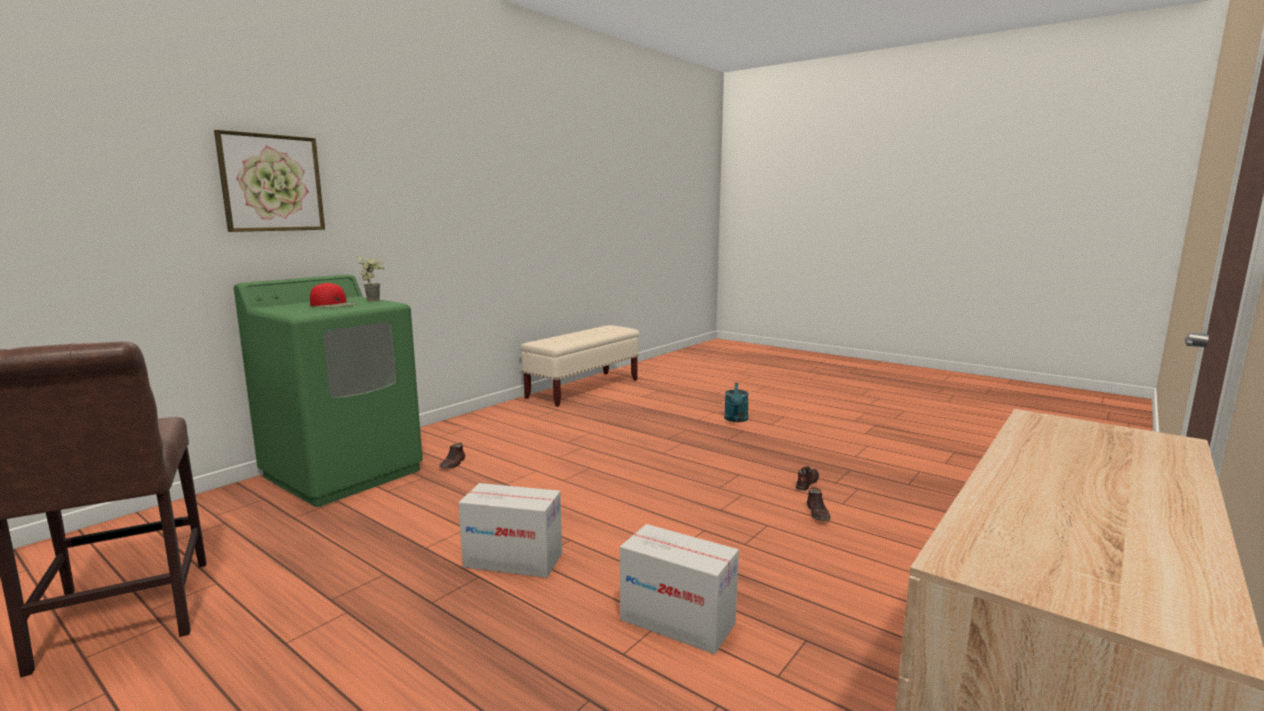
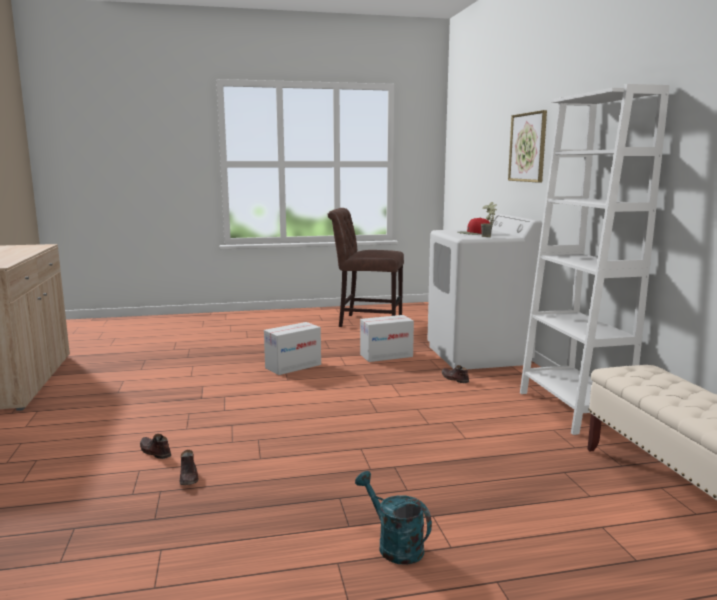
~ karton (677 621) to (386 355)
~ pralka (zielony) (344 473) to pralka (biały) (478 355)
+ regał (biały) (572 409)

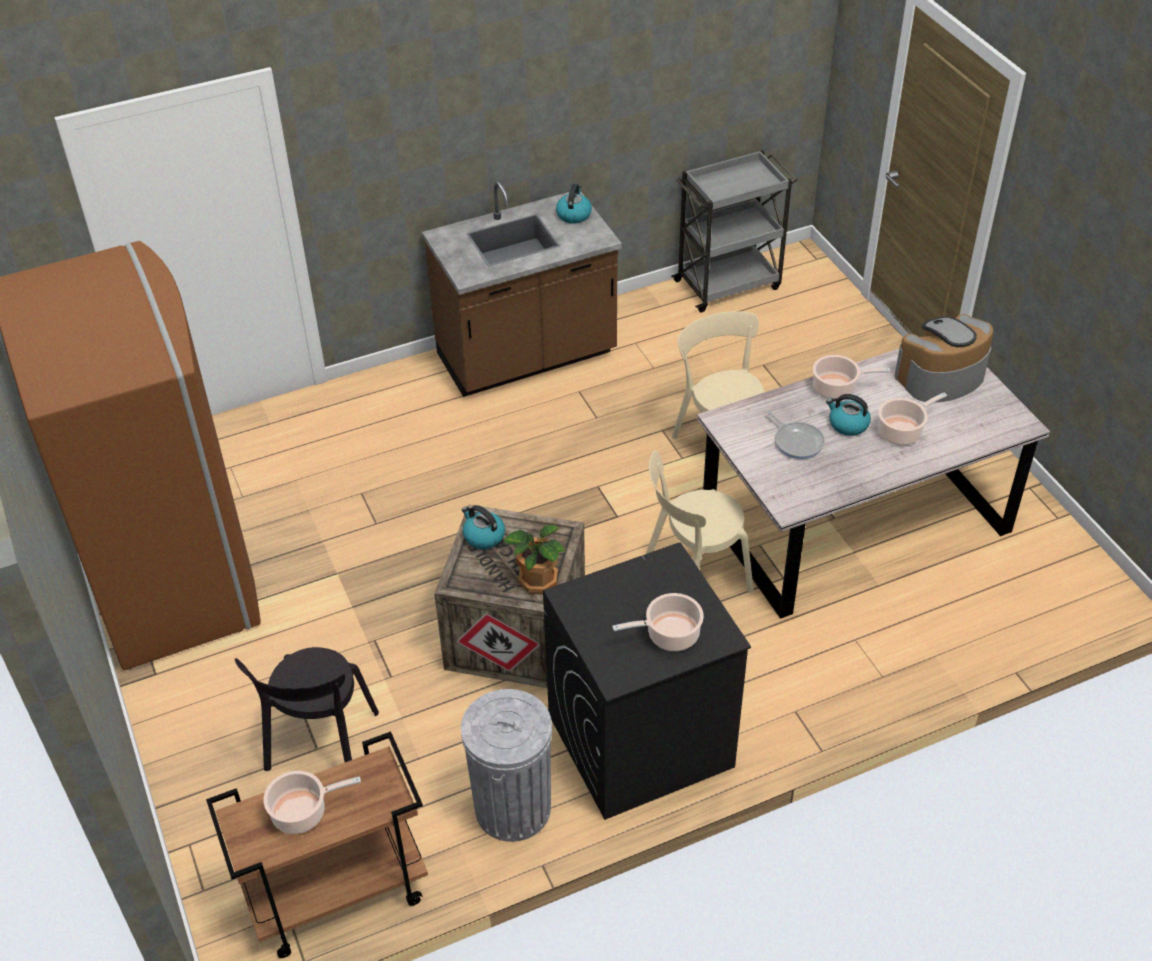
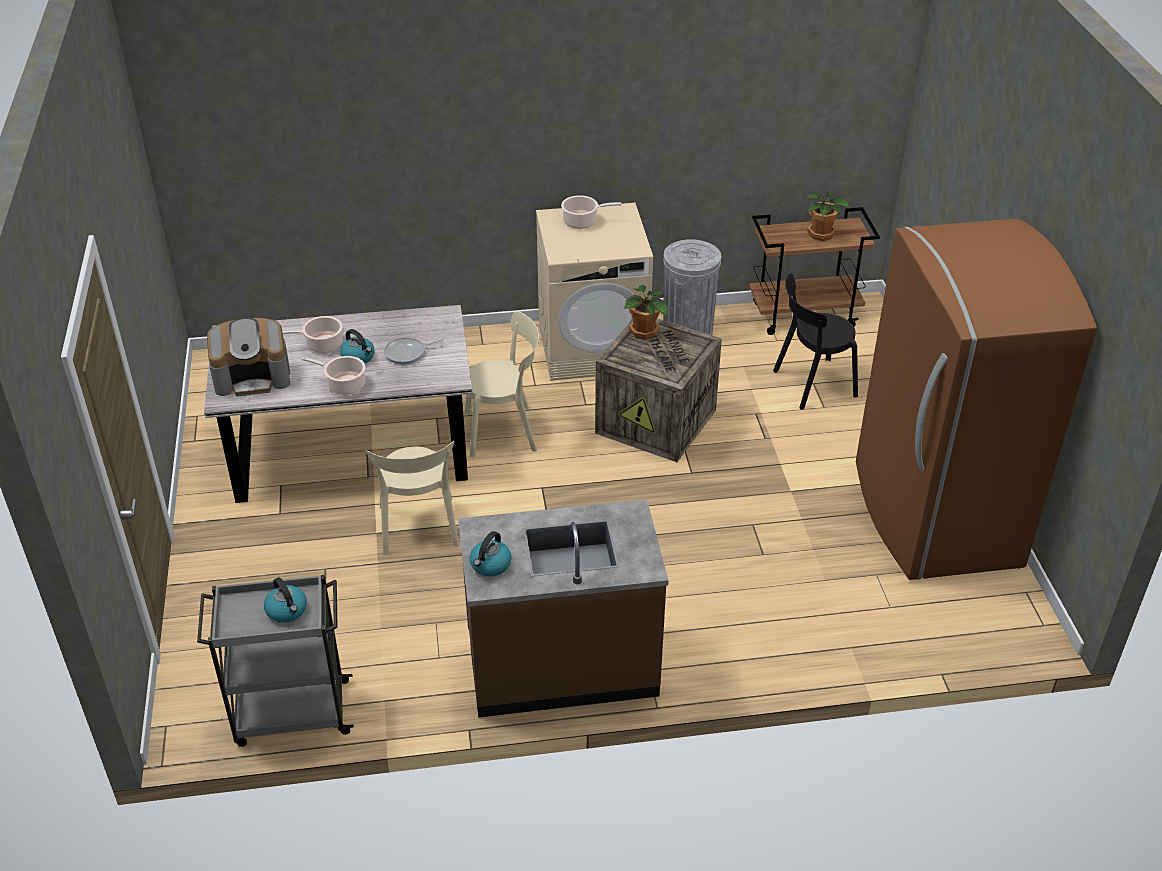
~ czajnik (483 536) to (287 610)
~ patelnia (797 441) = (407 353) 90 degrees counterclockwise
~ pralka (czarny) (639 741) to pralka (beżowy) (593 348)
~ krzesło (czarny) (320 745) = (811 384) 135 degrees counterclockwise
~ garnek (303 812) to roślina doniczkowa (822 234)

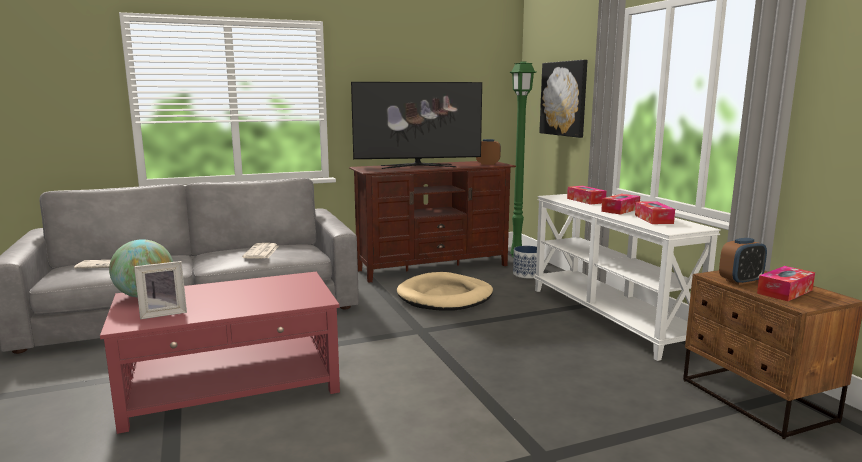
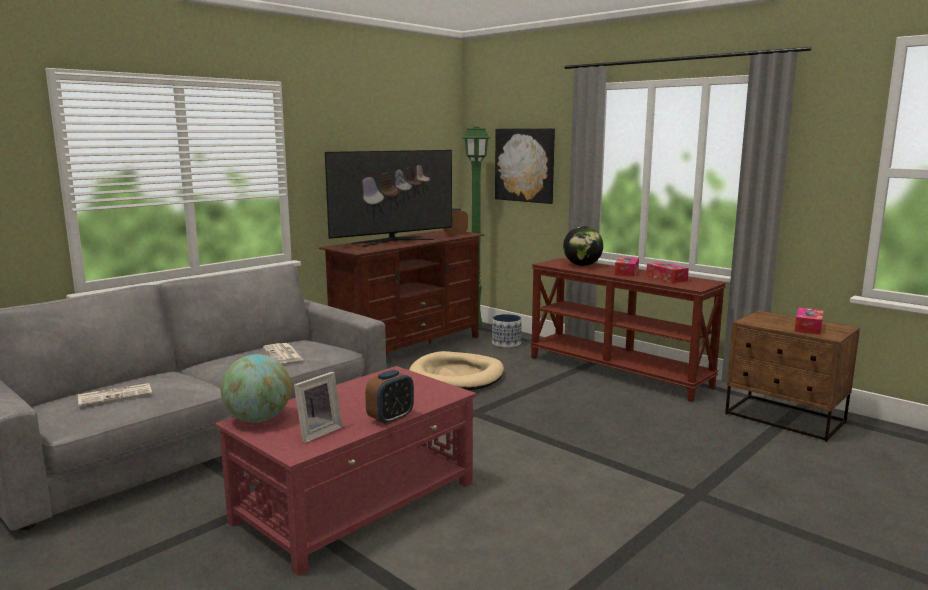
~ budzik (740 281) to (390 418)
~ stolik konsolowy (biały) (610 317) to stolik konsolowy (brązowy) (618 371)
~ pudełko chusteczek (586 200) to globus (582 265)

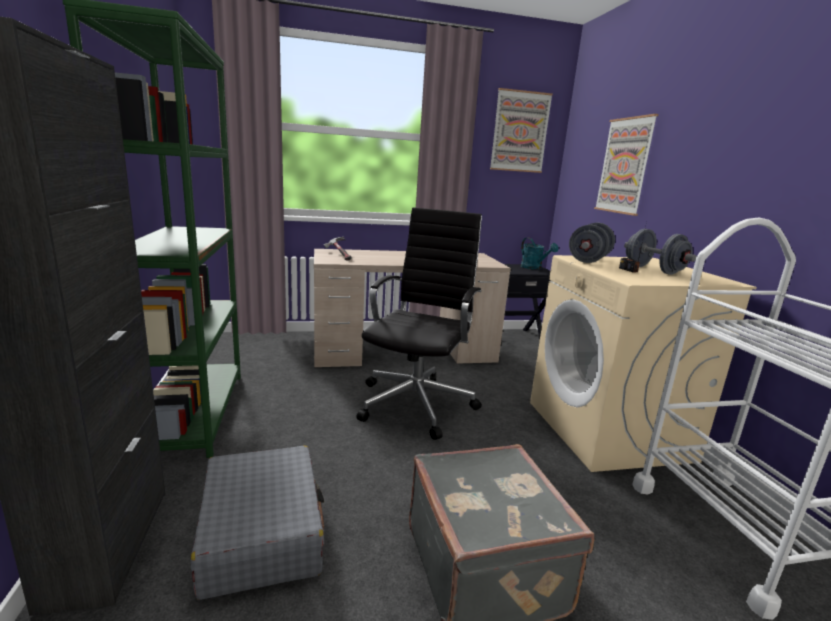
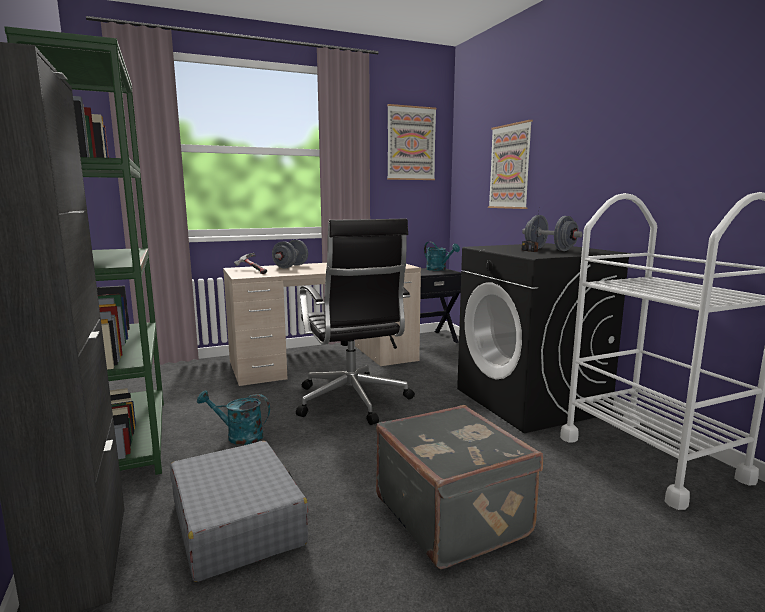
+ konewka (turkusowy) (238 436)
~ hantel (szary) (589 260) to (290 266)
~ krzesło biurowe (czarny) (417 402) = (352 402) 150 degrees clockwise
~ pralka (beżowy) (608 430) to pralka (czarny) (531 401)

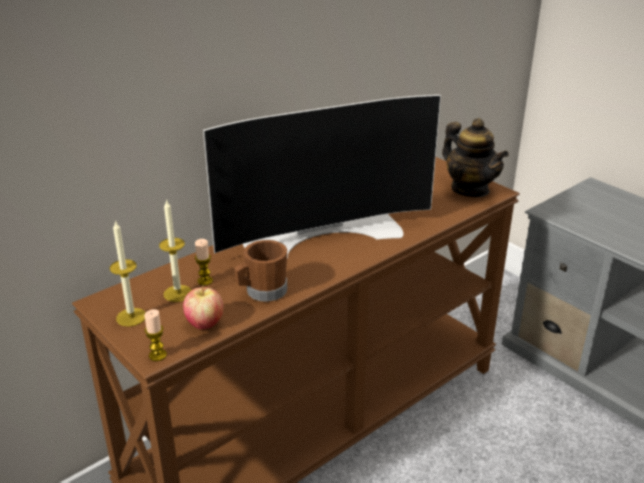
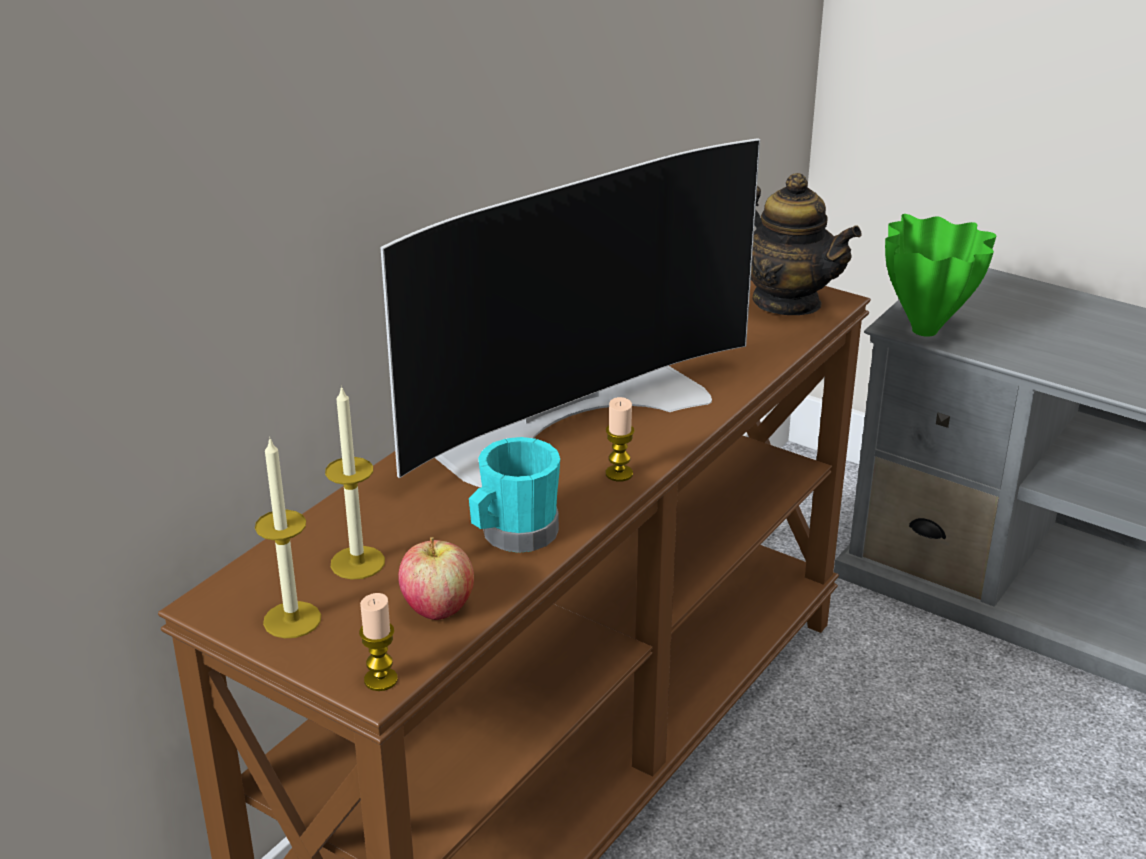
~ kubek (brązowy) (262 292) to kubek (turkusowy) (513 535)
~ świeca (205 281) to (619 474)
+ wazon (zielony) (926 331)

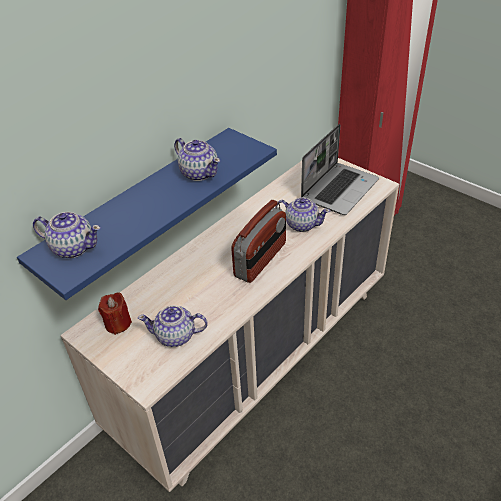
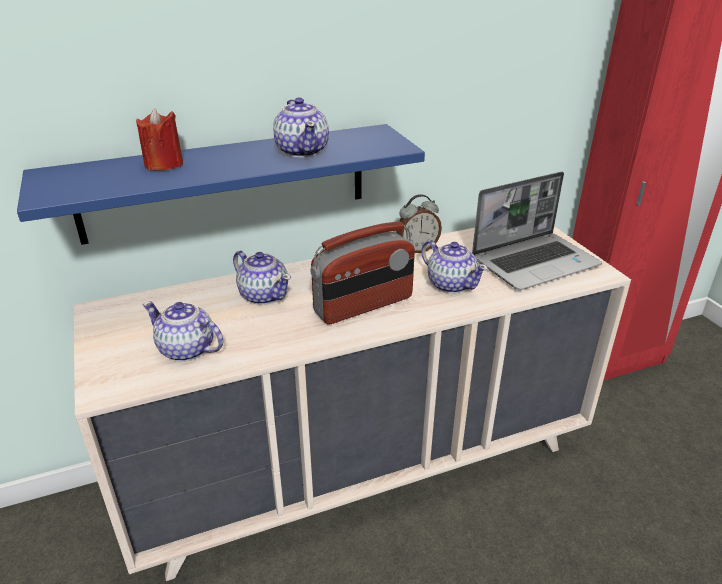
~ świeca (czerwony) (118 323) to (164 164)
~ imbryk (73 247) to (264 295)
+ budzik (417 249)

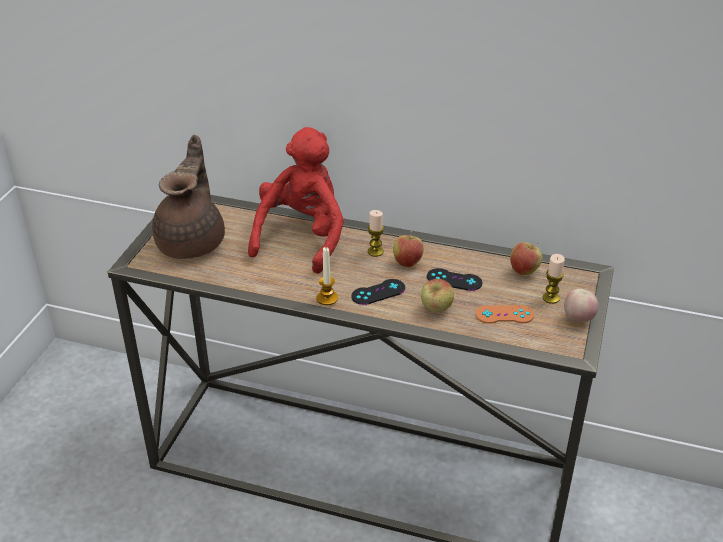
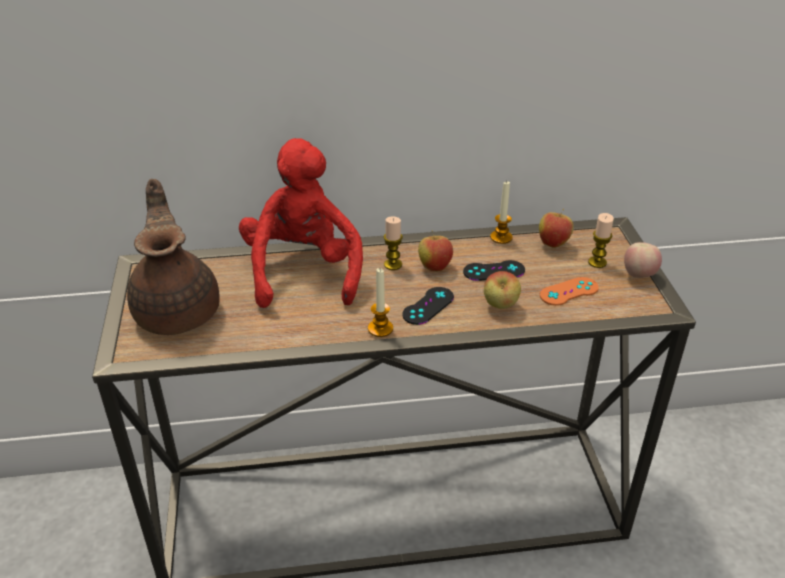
+ świeca (501 237)

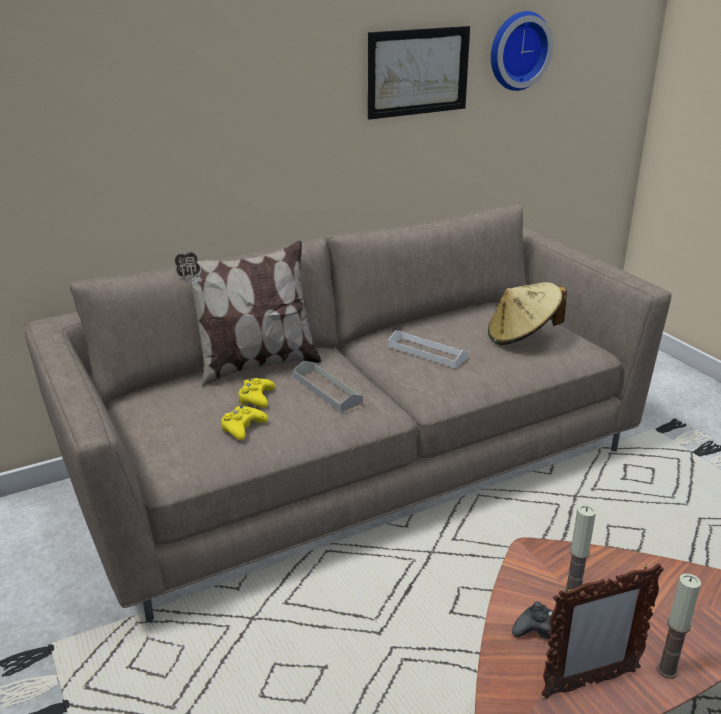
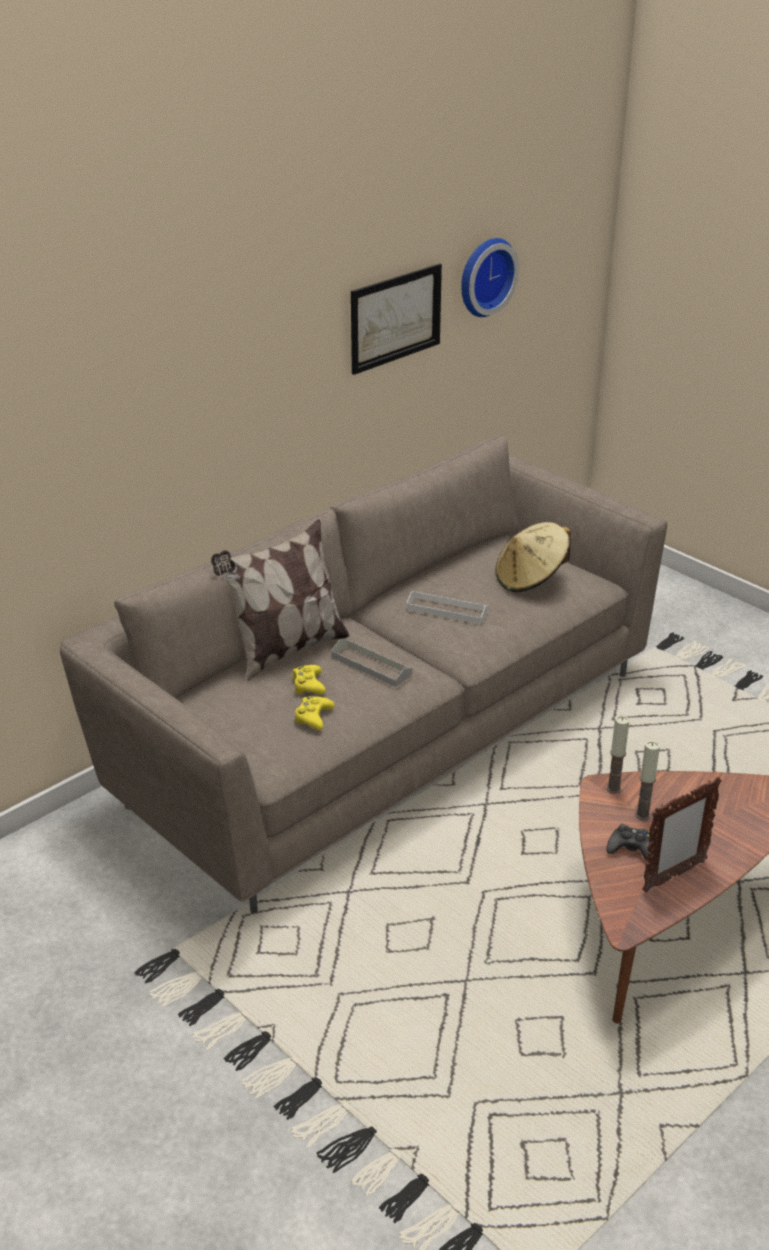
~ świeca (667 670) to (613 788)

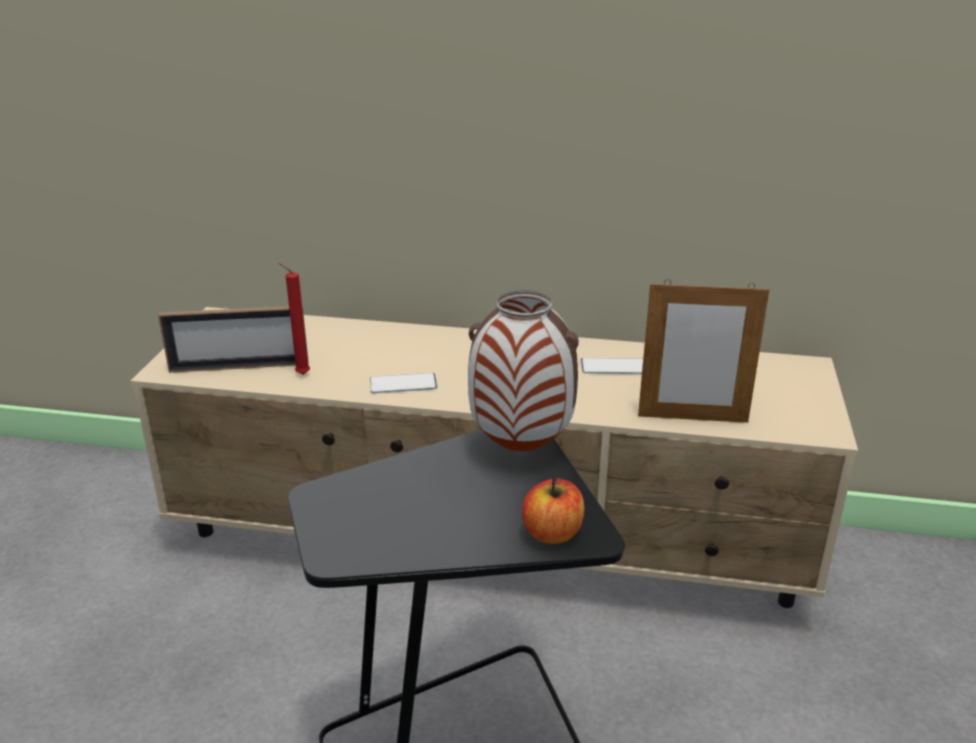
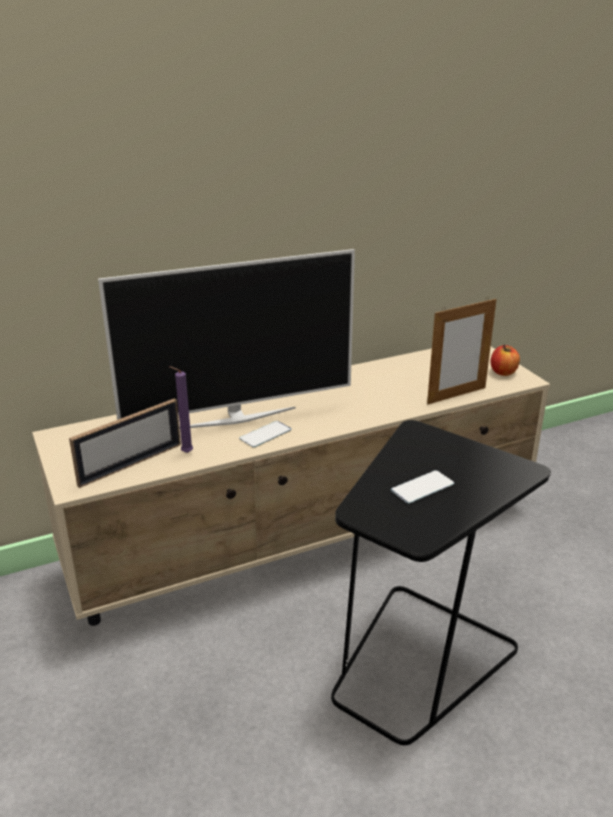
+ telewizor (237 417)
~ świeca (czerwony) (300 374) to świeca (fioletowy) (185 453)
~ telefon (613 366) to (422 487)
~ jabłko (552 533) to (503 372)
- wazon (522 448)

